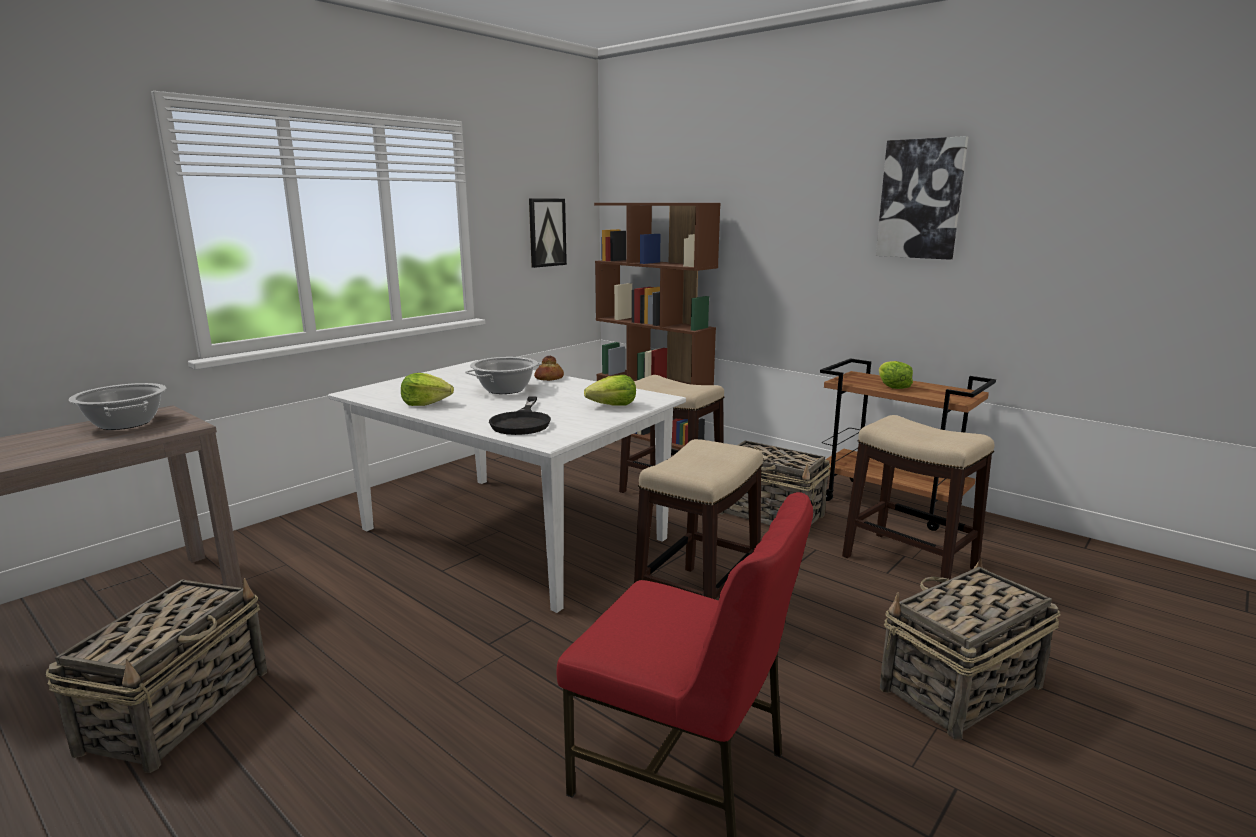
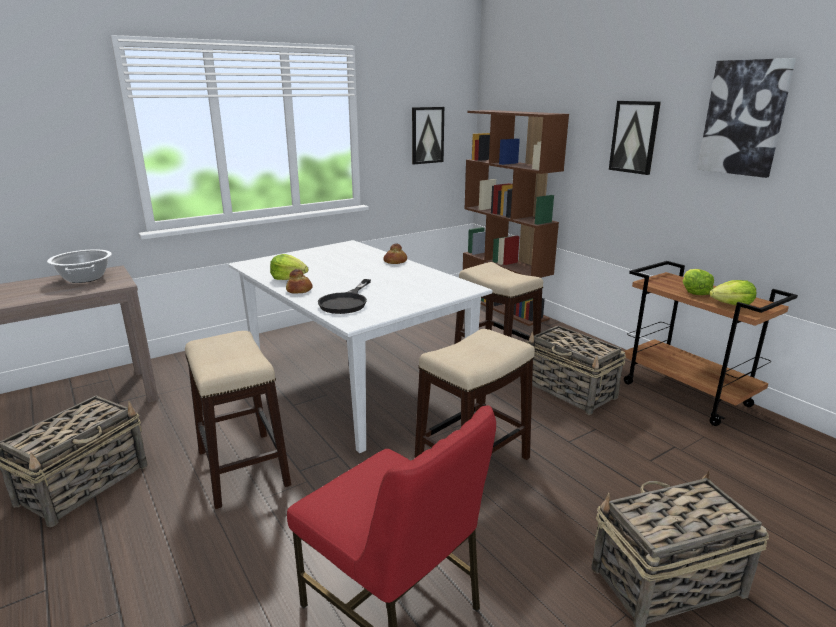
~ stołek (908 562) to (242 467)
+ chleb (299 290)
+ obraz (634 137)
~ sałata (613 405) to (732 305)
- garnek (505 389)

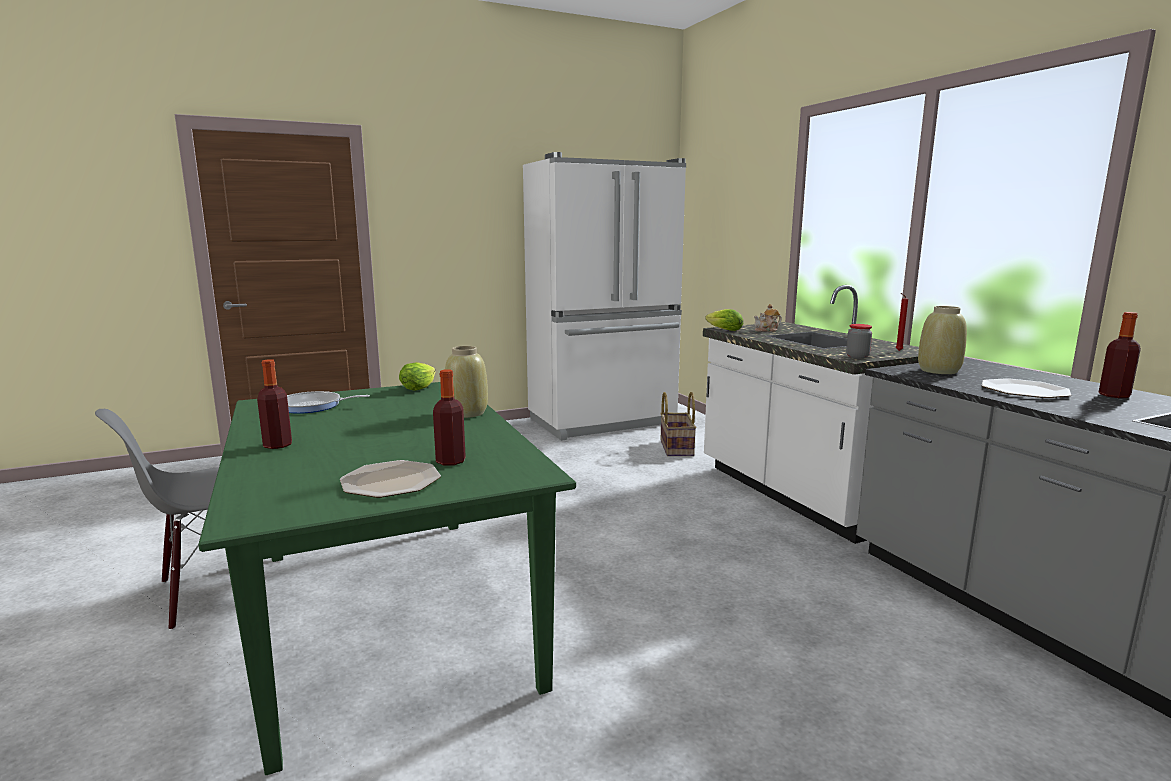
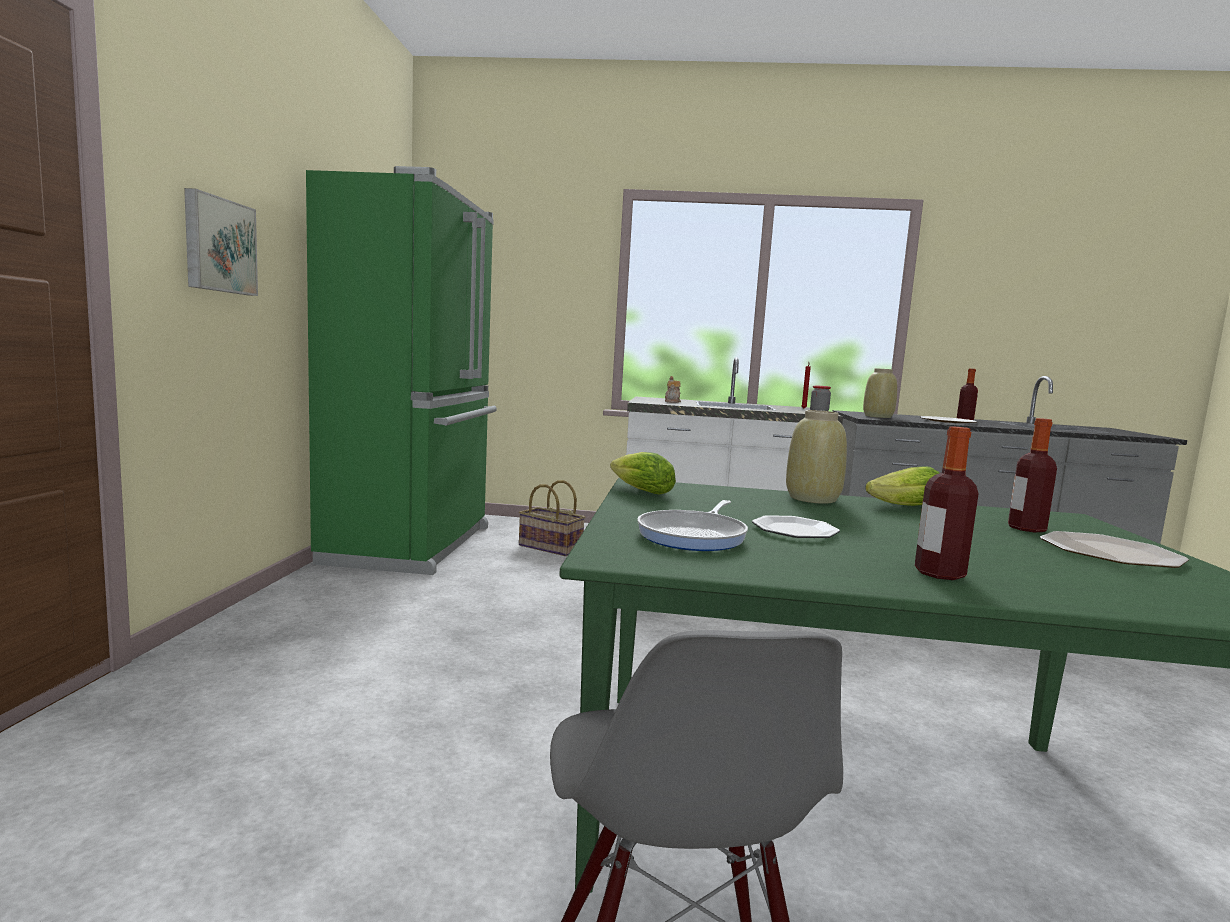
+ obraz (218 245)
~ lodówka (biały) (604 422) to lodówka (zielony) (414 545)
+ talerz (793 530)
~ sałata (722 330) to (901 506)

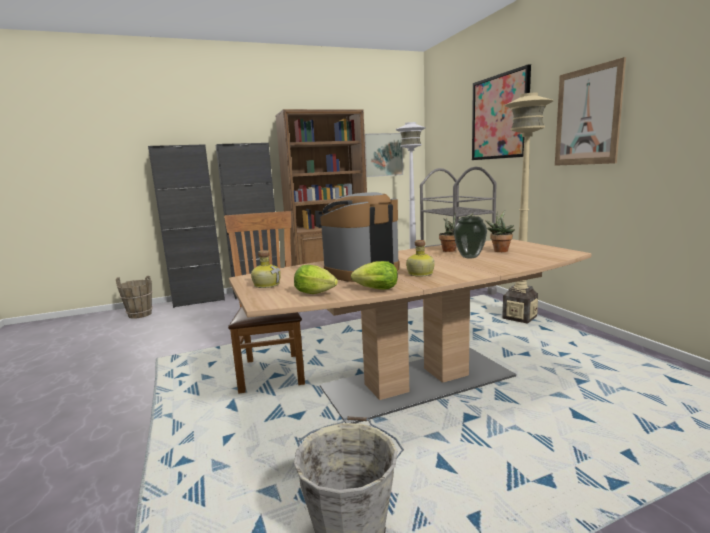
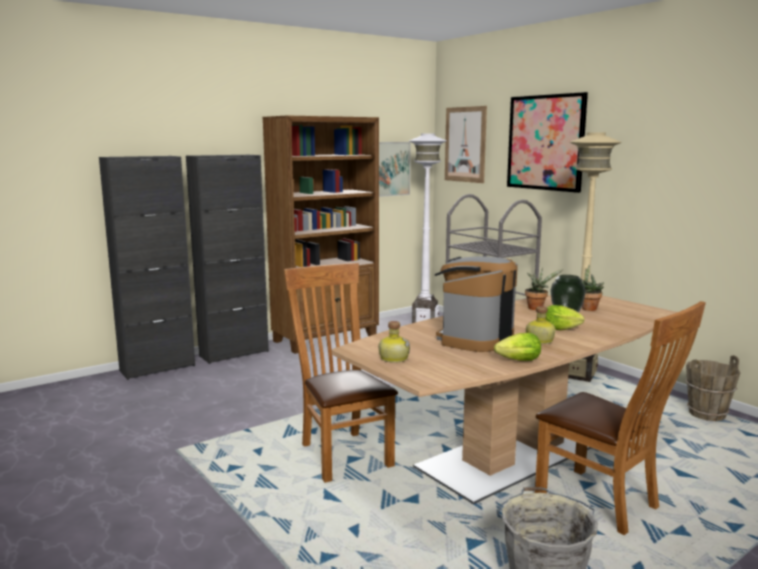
~ obraz (587 116) to (465 144)
+ krzesło (brązowy) (604 505)
~ sałata (317 293) to (562 329)
~ wiadro (brązowy) (140 314) to (706 415)

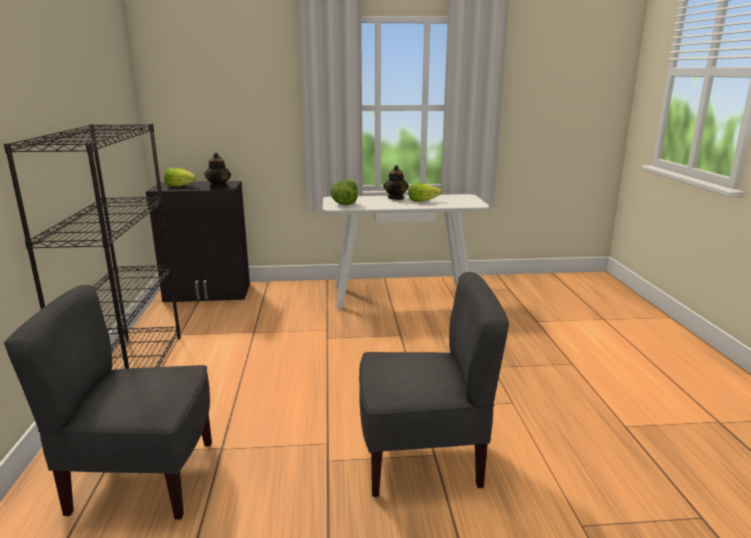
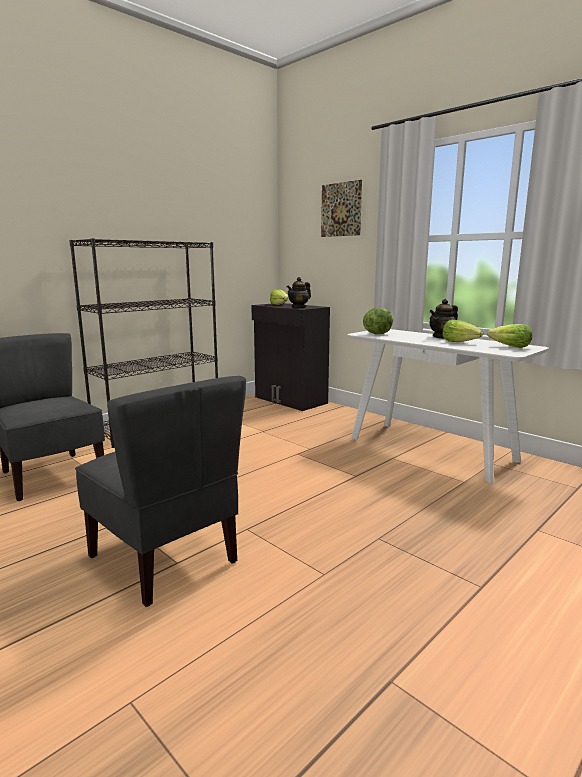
+ obraz (341 209)
+ sałata (509 347)

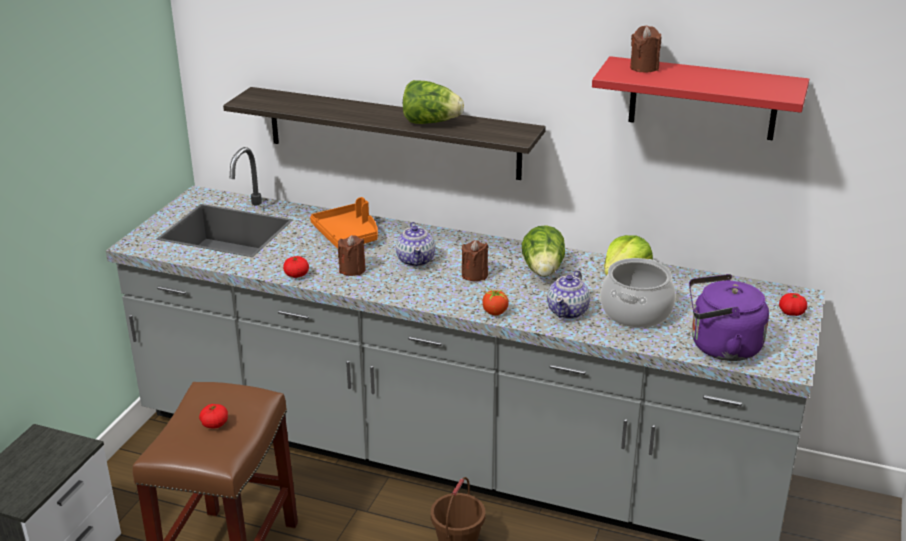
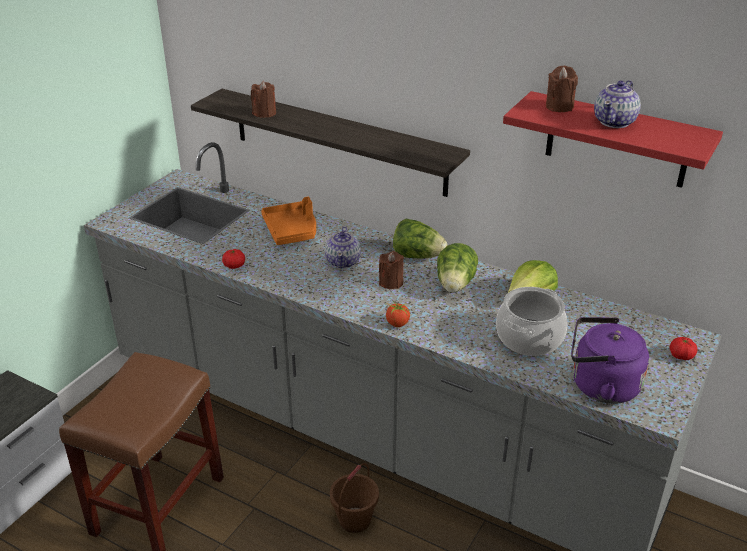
~ świeca (brązowy) (352 270) to (264 113)
~ sałata (431 122) to (418 256)
~ imbryk (568 311) to (615 122)
- pomidor (215 424)

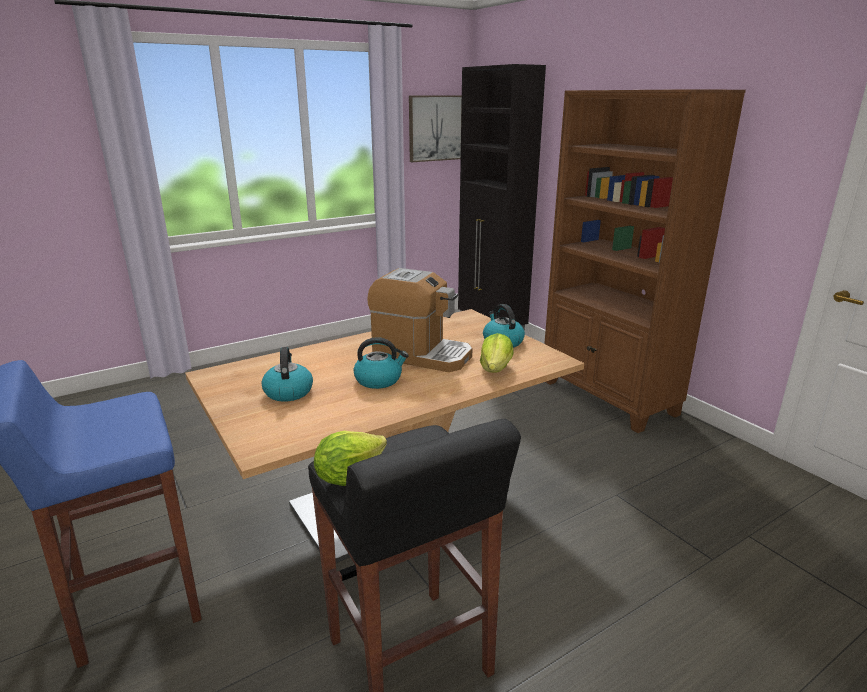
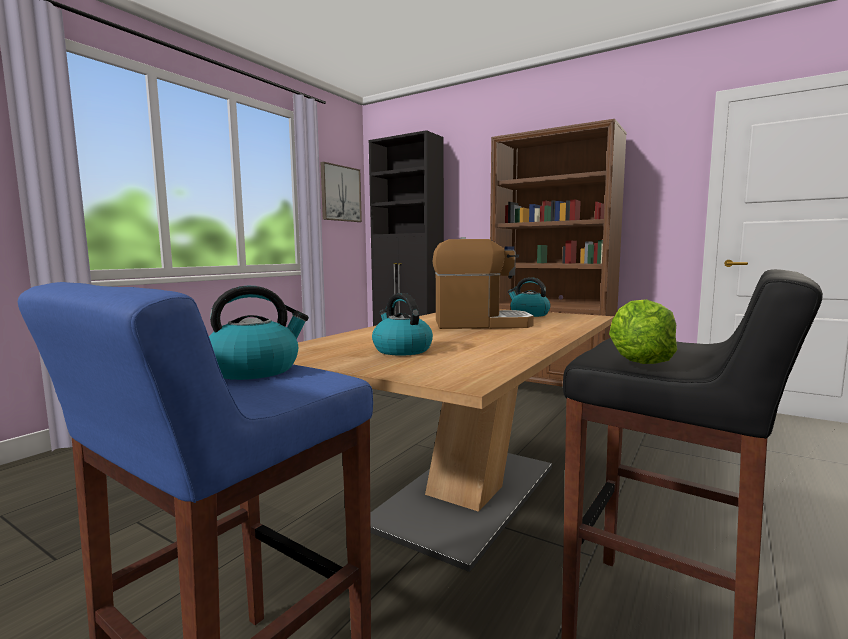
~ czajnik (379 380) to (255 370)
- sałata (495 369)

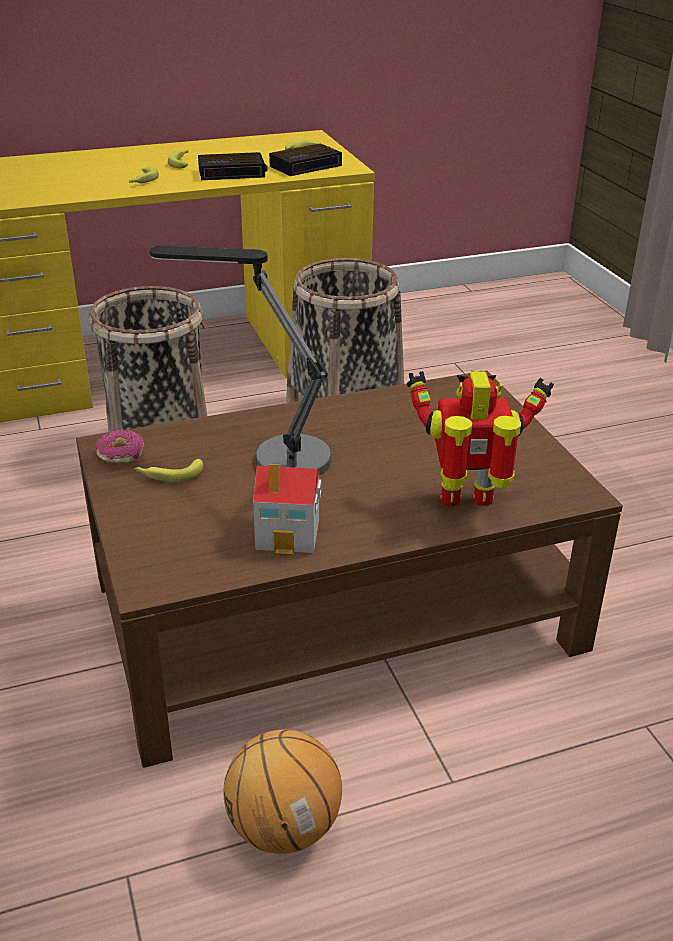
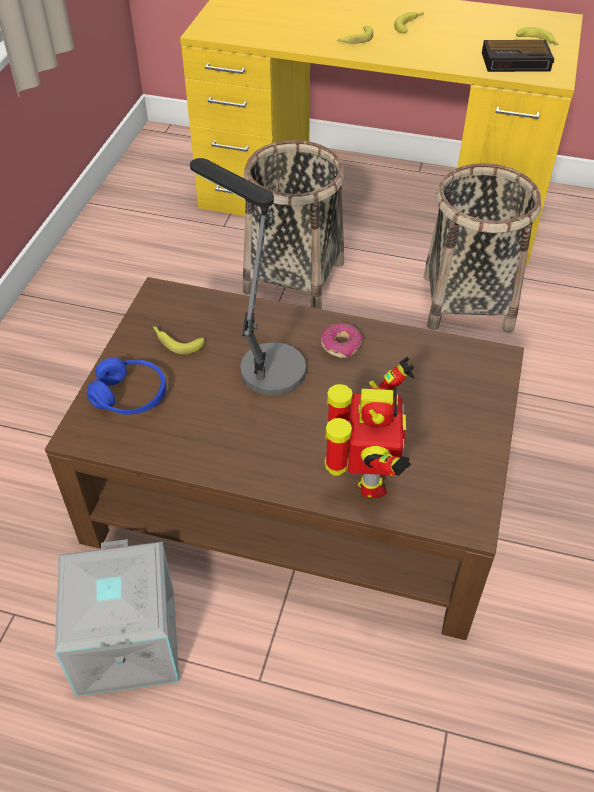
~ piłka do koszykówki (283 827) to pojemnik do przechowywania (szary) (124 641)
+ słuchawki (niebieski) (130 396)
~ donut (121 454) to (341 345)
~ robot zabawkowy (469 501) = (367 480) 60 degrees clockwise
- budzik (233 172)
- domek (289 533)

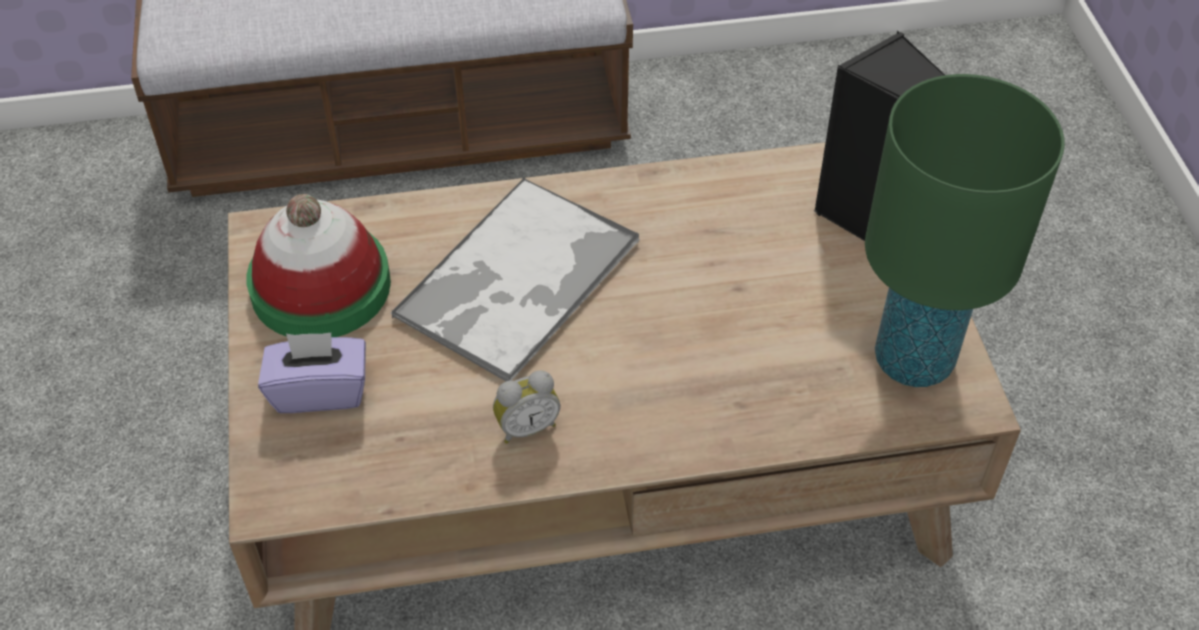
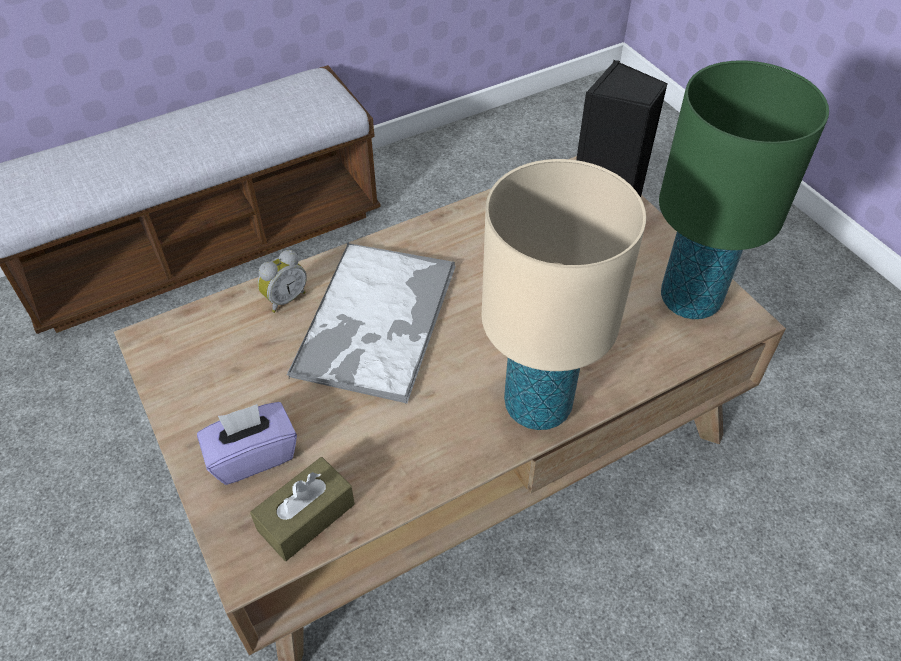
+ pudełko chusteczek (brązowy) (306 517)
~ budzik (526 427) to (284 298)
+ lampa stołowa (beżowy) (537 405)
- kapelusz (320 286)

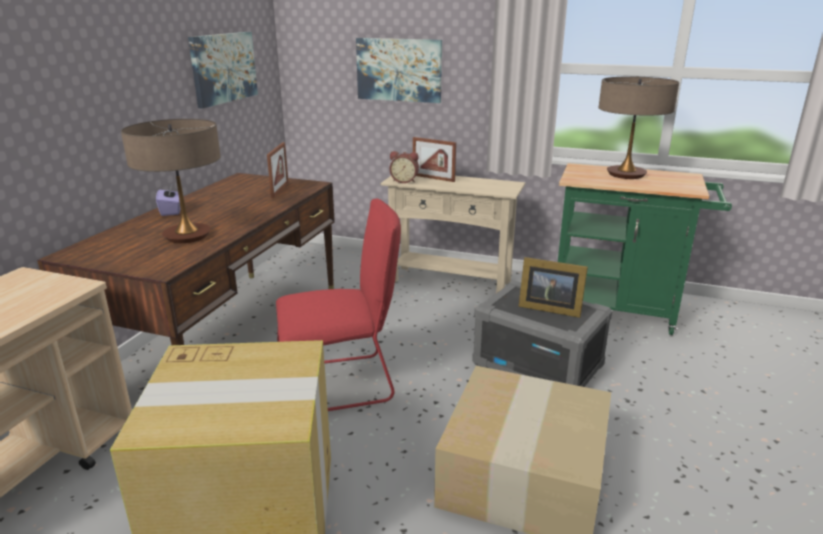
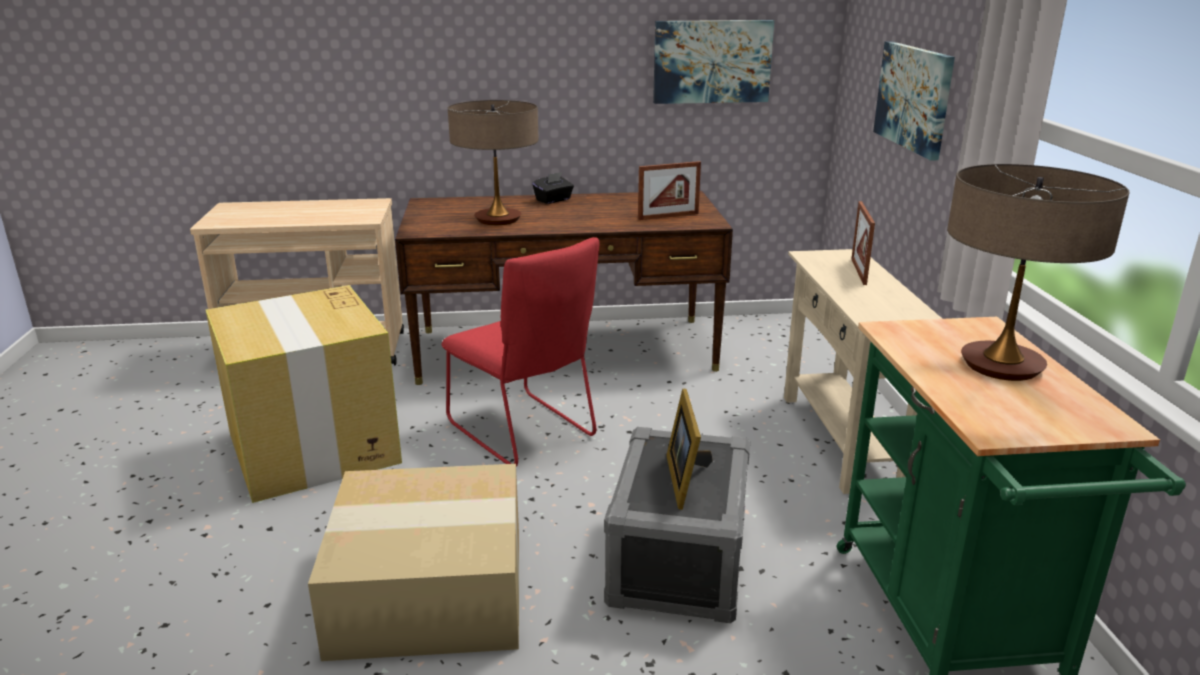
~ pudełko chusteczek (fioletowy) (171 211) to pudełko chusteczek (czarny) (553 200)
- budzik (404 181)

